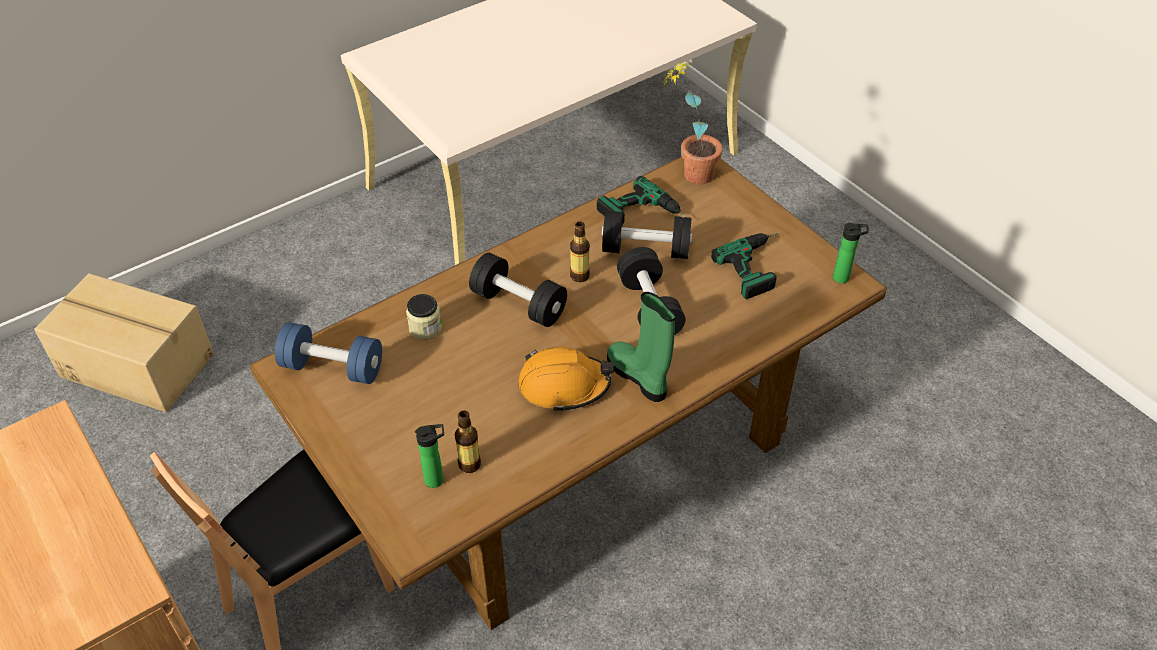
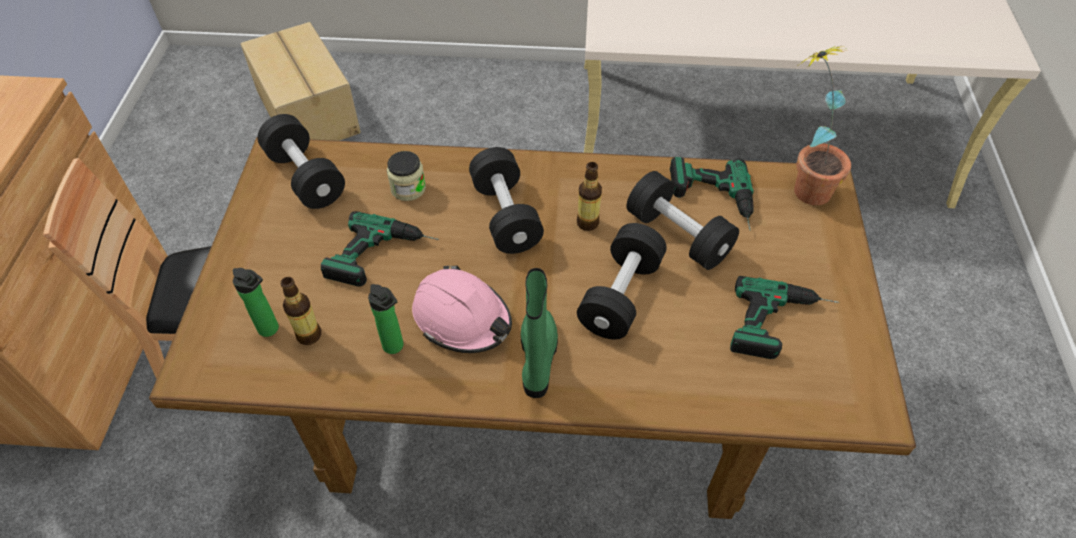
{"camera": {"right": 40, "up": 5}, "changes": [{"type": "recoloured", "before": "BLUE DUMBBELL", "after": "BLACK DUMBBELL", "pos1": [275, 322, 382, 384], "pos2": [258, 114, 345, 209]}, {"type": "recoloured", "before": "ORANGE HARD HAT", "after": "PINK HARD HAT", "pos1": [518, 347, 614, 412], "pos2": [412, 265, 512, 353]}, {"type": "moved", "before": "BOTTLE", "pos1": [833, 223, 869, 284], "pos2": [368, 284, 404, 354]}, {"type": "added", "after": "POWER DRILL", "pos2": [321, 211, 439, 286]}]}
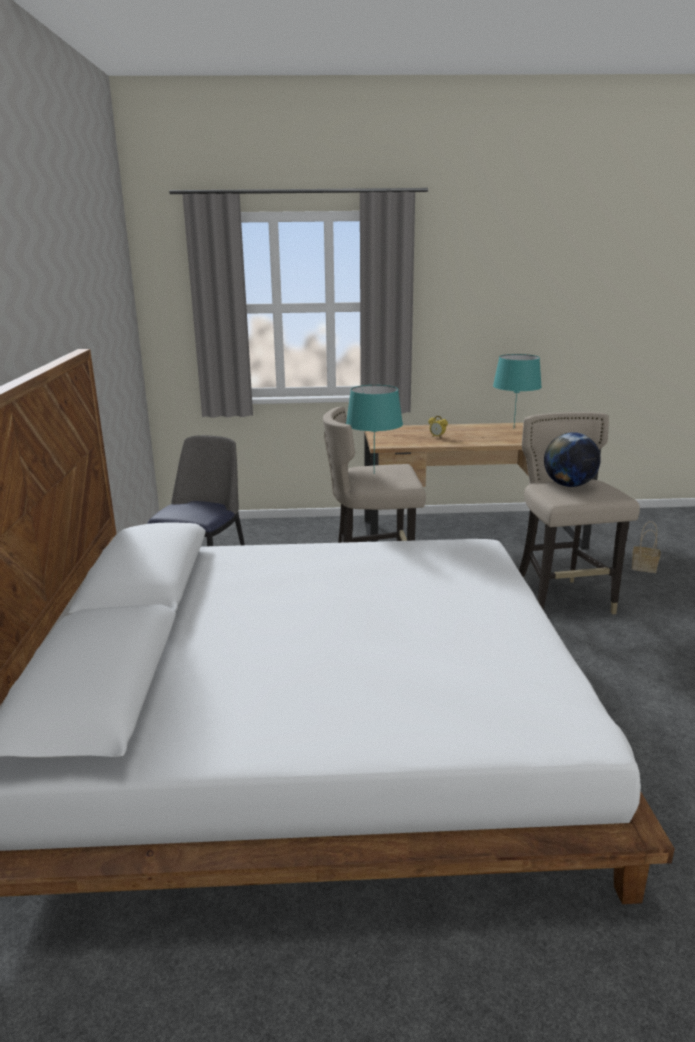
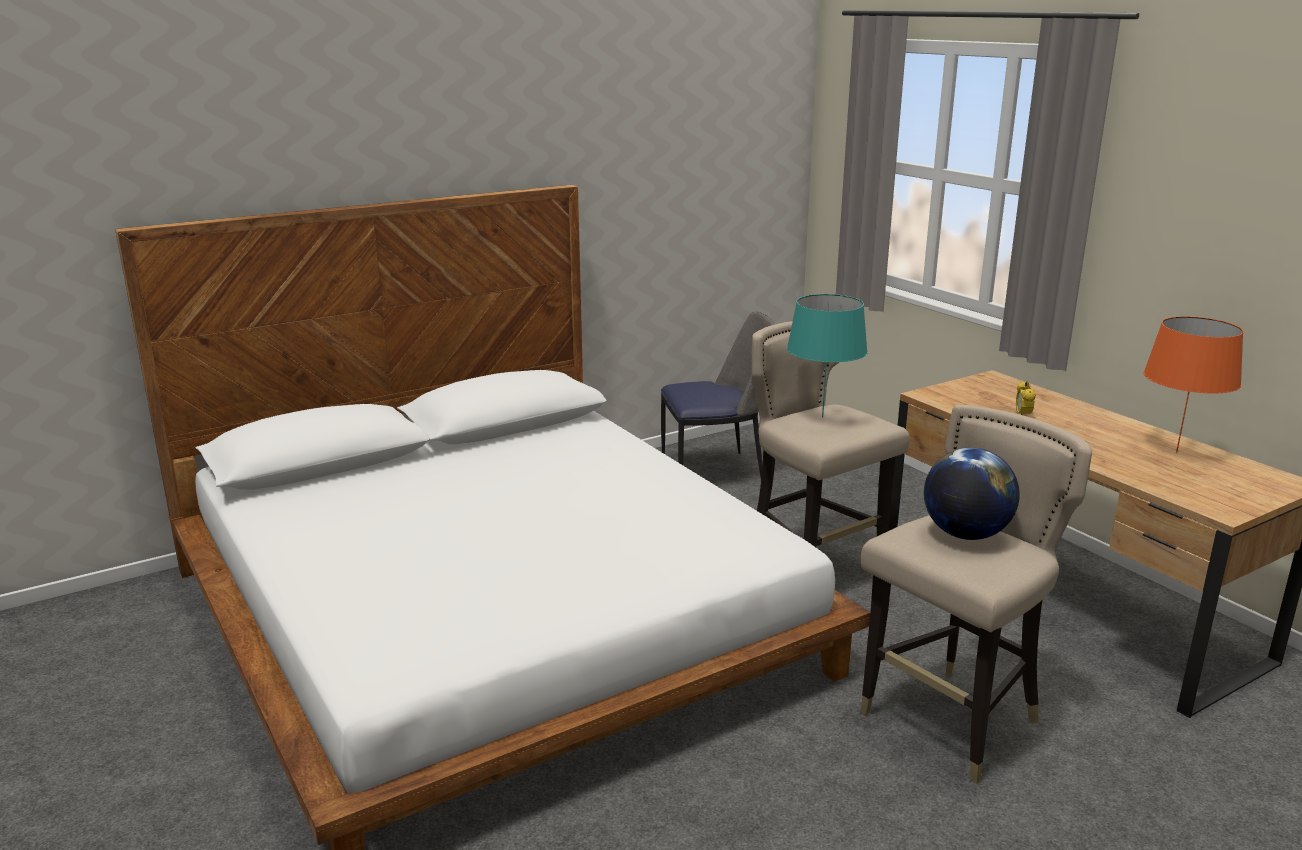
{"camera": {"right": 60, "up": 0}, "changes": [{"type": "recoloured", "before": "TURQUOISE TABLE LAMP", "after": "ORANGE TABLE LAMP", "pos1": [493, 354, 542, 425], "pos2": [1143, 316, 1244, 452]}, {"type": "removed", "before": "BASKET", "pos1": [632, 521, 661, 573]}]}
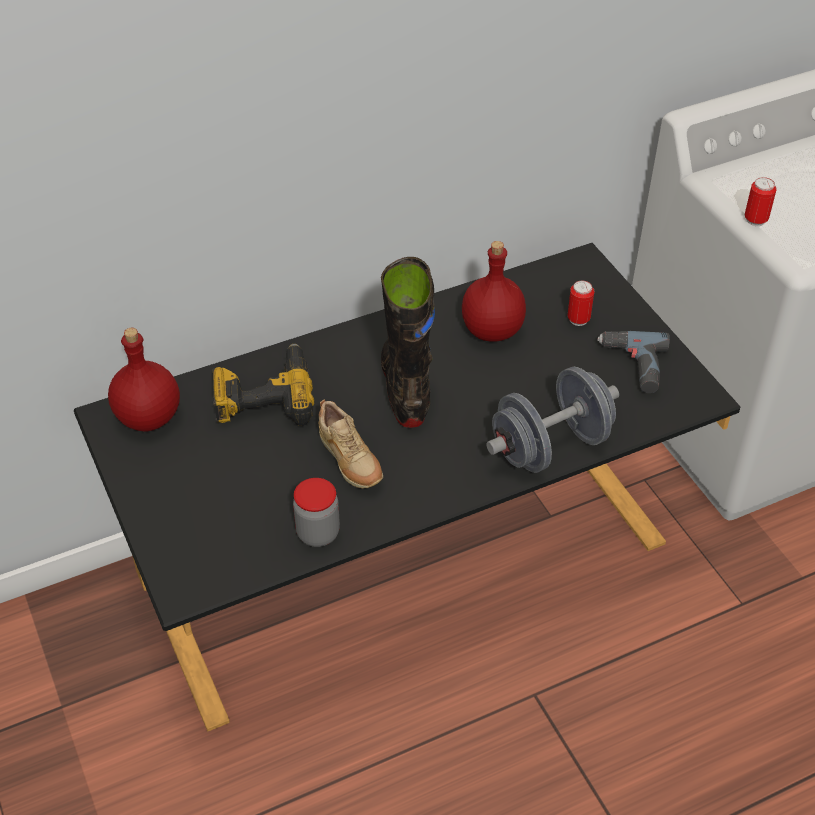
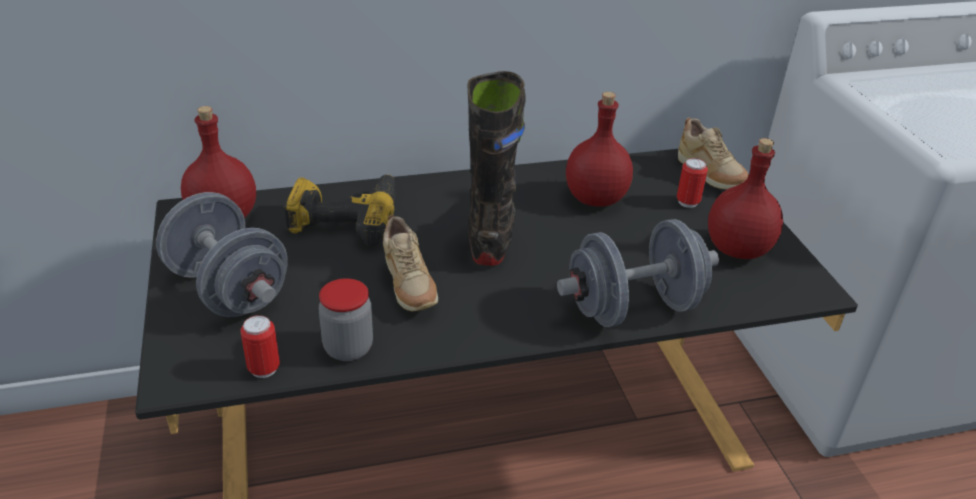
{"camera": {"right": 10, "up": -10}, "changes": [{"type": "replaced", "before": "POWER DRILL", "after": "RED BOTTLE", "pos1": [597, 331, 670, 393], "pos2": [708, 138, 783, 259]}, {"type": "moved", "before": "CAN", "pos1": [745, 177, 777, 226], "pos2": [240, 315, 280, 378]}, {"type": "added", "after": "GREY DUMBBELL", "pos2": [156, 192, 288, 317]}, {"type": "added", "after": "BEIGE SHOE", "pos2": [678, 117, 749, 189]}]}
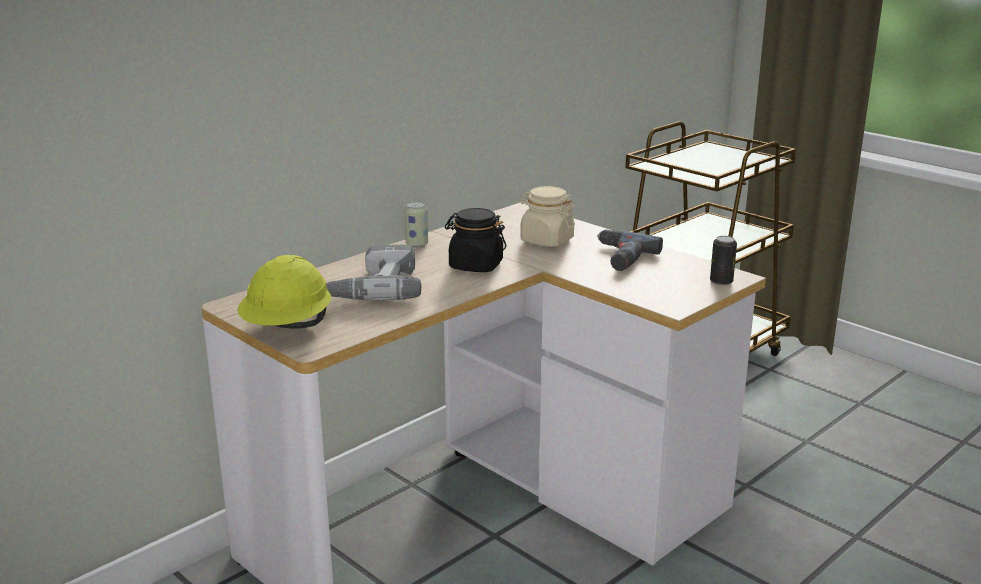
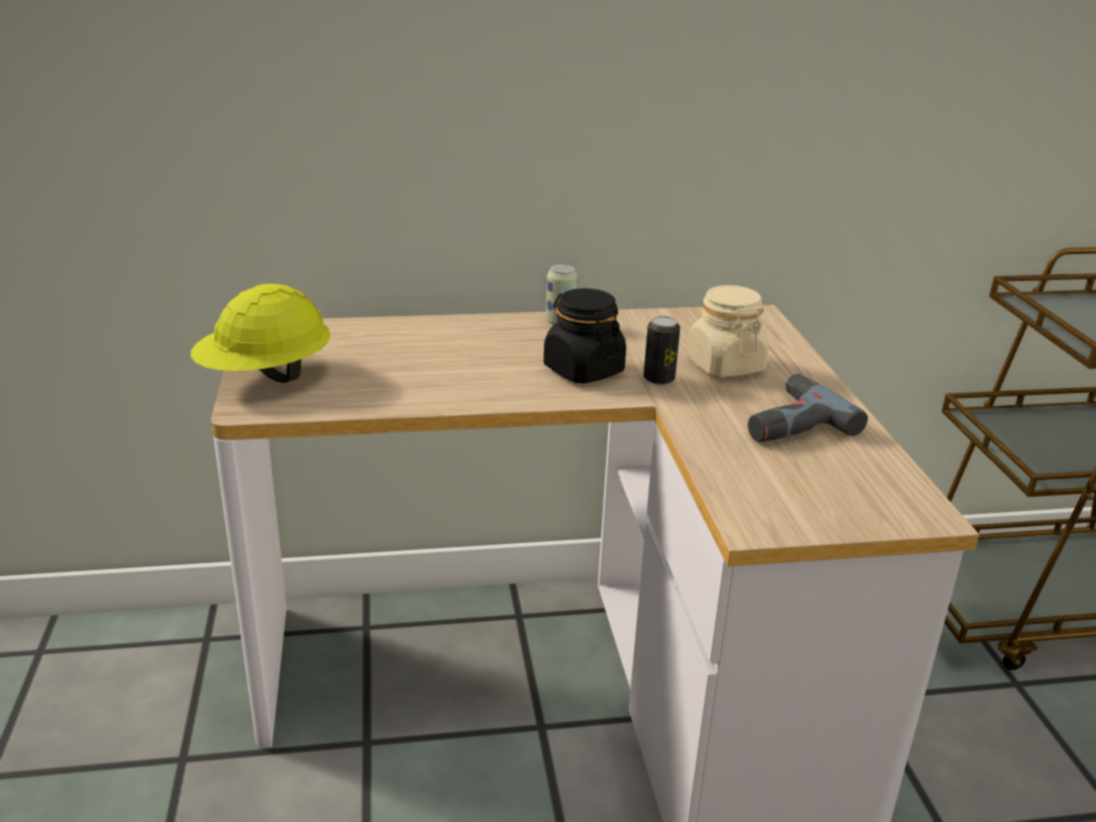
{"camera": {"right": 35, "up": 5}, "changes": [{"type": "removed", "before": "POWER DRILL", "pos1": [326, 245, 421, 300]}, {"type": "moved", "before": "CAN", "pos1": [710, 236, 737, 285], "pos2": [644, 316, 680, 385]}]}
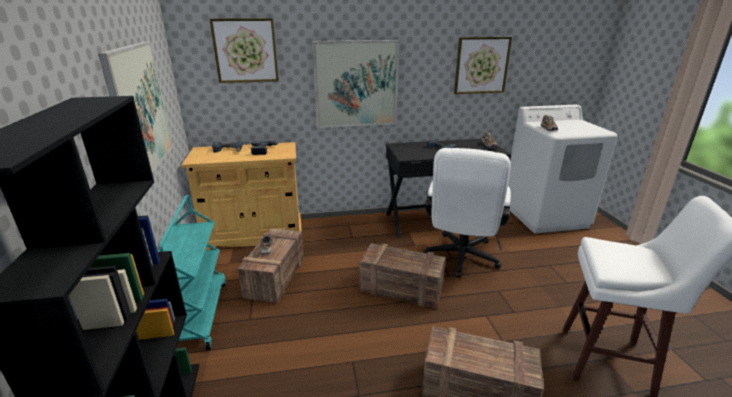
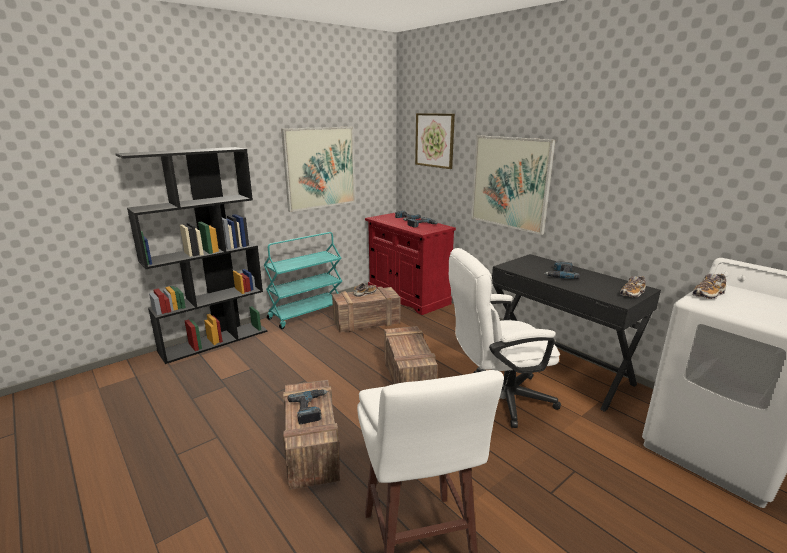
{"camera": {"right": 60, "up": -5}, "changes": [{"type": "recoloured", "before": "BEIGE CABINET", "after": "RED CABINET", "pos1": [182, 142, 302, 250], "pos2": [365, 213, 456, 315]}, {"type": "removed", "before": "PICTURE", "pos1": [454, 37, 512, 94]}, {"type": "added", "after": "POWER DRILL", "pos2": [287, 389, 328, 424]}]}
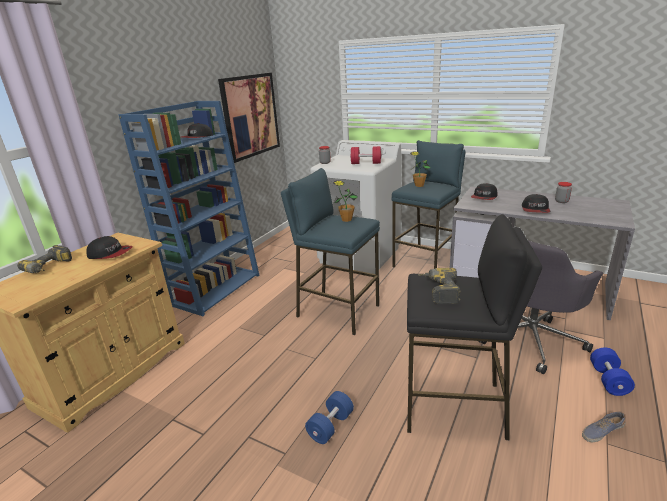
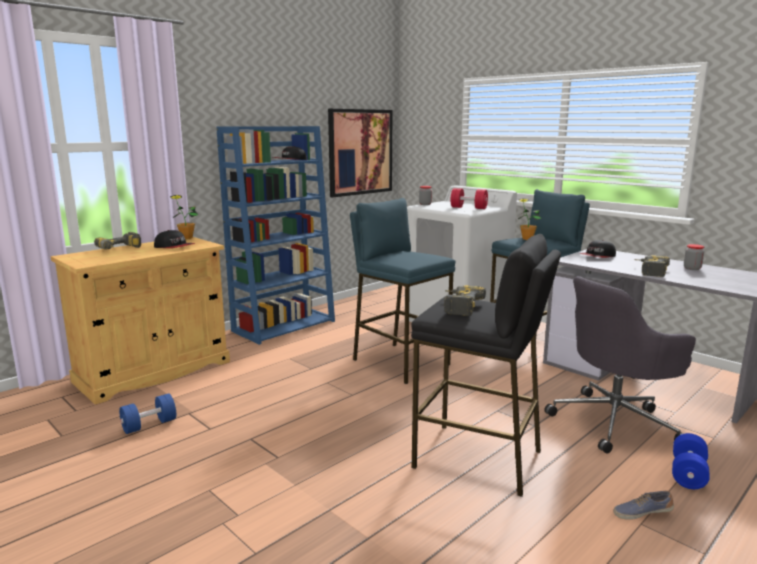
{"camera": {"right": 15, "up": -10}, "changes": [{"type": "moved", "before": "BLUE DUMBBELL", "pos1": [305, 391, 354, 444], "pos2": [119, 393, 176, 434]}, {"type": "moved", "before": "POTTED PLANT", "pos1": [333, 180, 358, 222], "pos2": [170, 195, 198, 239]}, {"type": "replaced", "before": "CAP", "after": "POWER DRILL", "pos1": [522, 194, 550, 213], "pos2": [635, 255, 670, 277]}]}
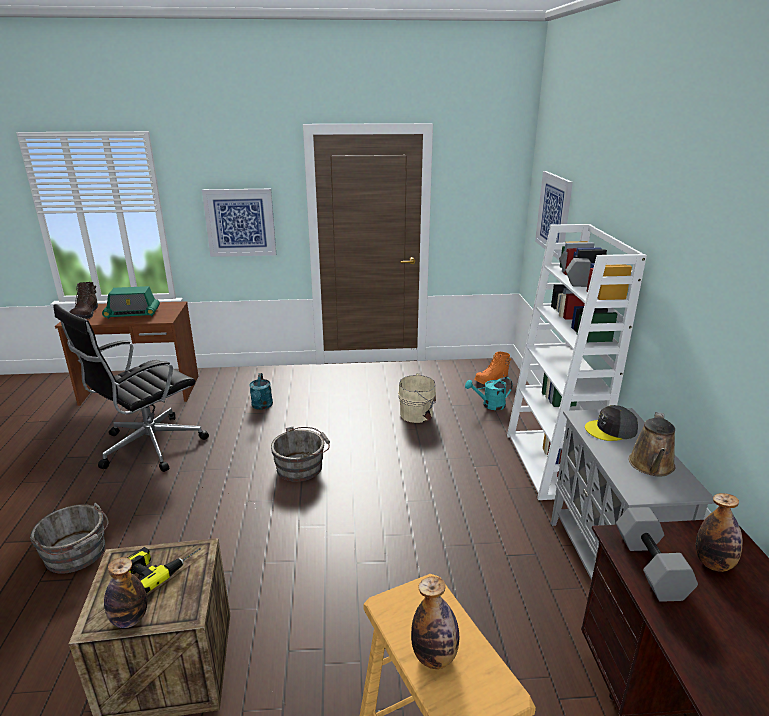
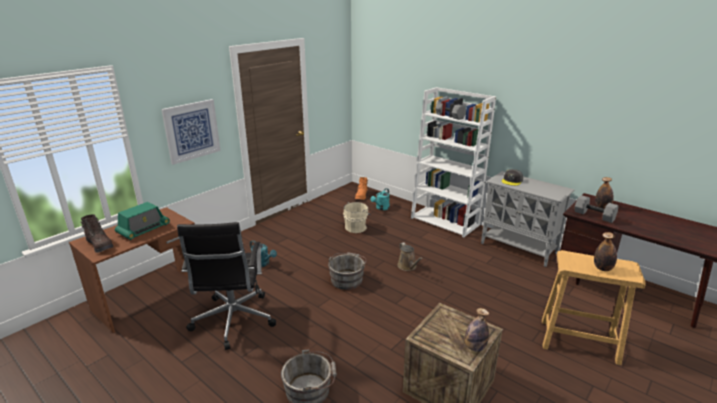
{"camera": {"right": -45, "up": 0}, "changes": [{"type": "removed", "before": "POWER DRILL", "pos1": [127, 547, 201, 593]}, {"type": "removed", "before": "PICTURE", "pos1": [535, 171, 573, 260]}, {"type": "moved", "before": "BROWN WATERING CAN", "pos1": [629, 412, 675, 477], "pos2": [398, 242, 423, 271]}]}
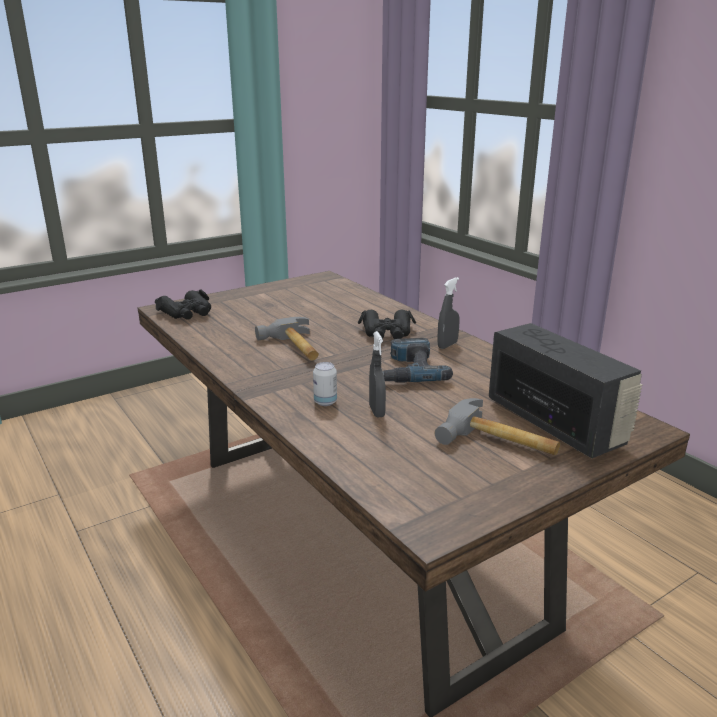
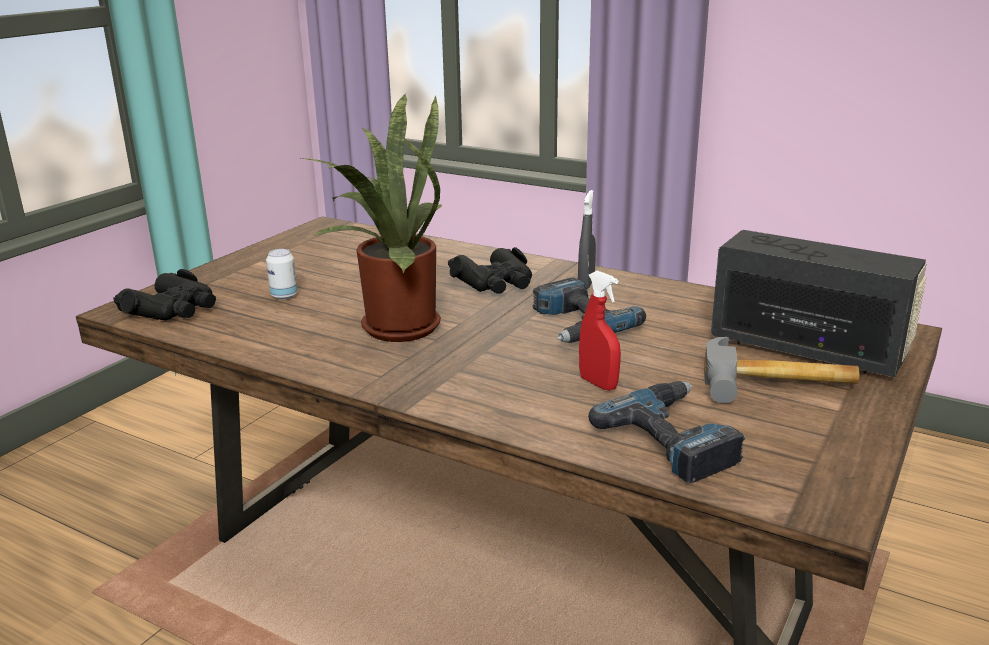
{"camera": {"right": -25, "up": 0}, "changes": [{"type": "replaced", "before": "HAMMER", "after": "POTTED PLANT", "pos1": [255, 317, 319, 360], "pos2": [301, 93, 442, 342]}, {"type": "moved", "before": "CAN", "pos1": [313, 362, 337, 406], "pos2": [266, 249, 298, 300]}, {"type": "recoloured", "before": "GREY SPRAY BOTTLE", "after": "RED SPRAY BOTTLE", "pos1": [369, 331, 386, 418], "pos2": [579, 271, 621, 391]}, {"type": "added", "after": "POWER DRILL", "pos2": [588, 381, 745, 483]}]}
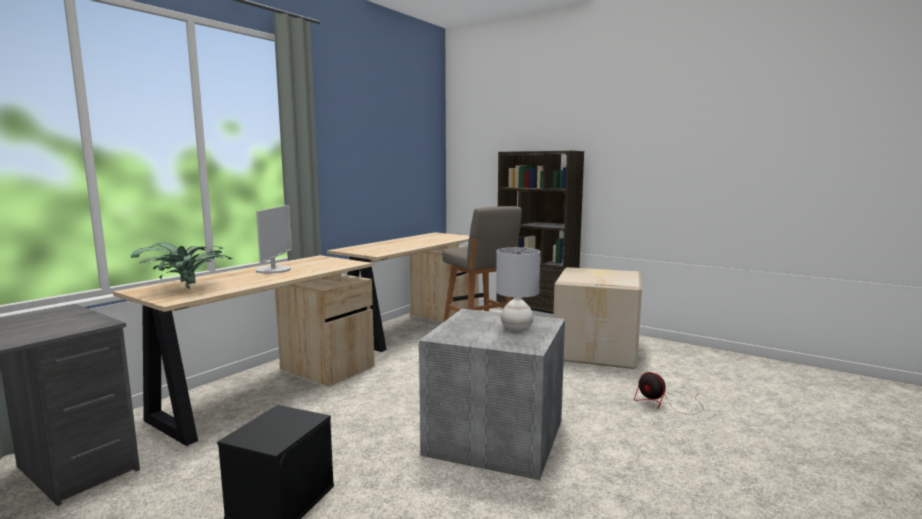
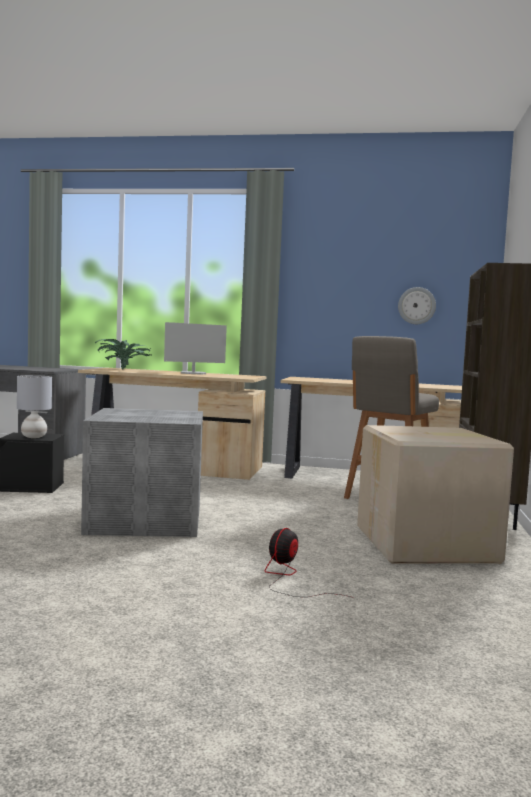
{"camera": {"right": 65, "up": -5}, "changes": [{"type": "moved", "before": "GREY TABLE LAMP", "pos1": [496, 247, 540, 331], "pos2": [17, 375, 52, 438]}, {"type": "added", "after": "WALL CLOCK", "pos2": [398, 287, 436, 324]}]}
